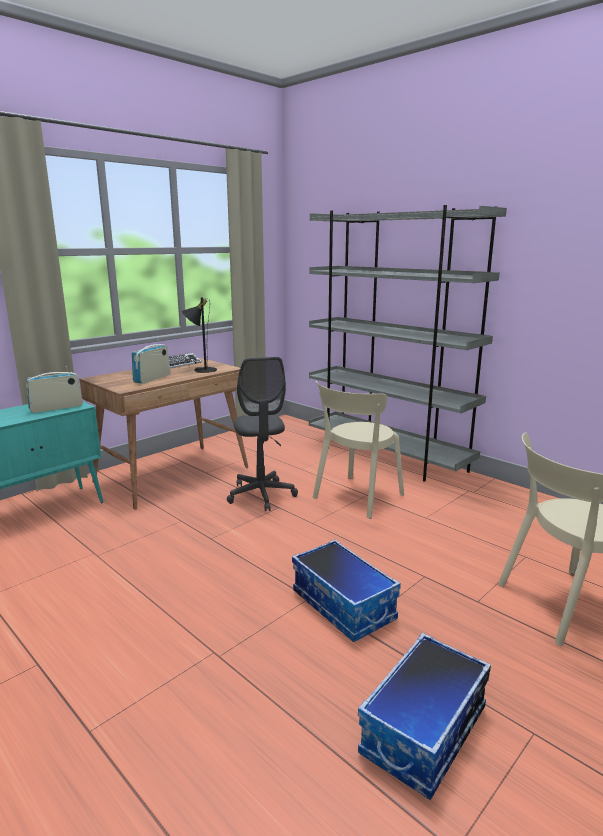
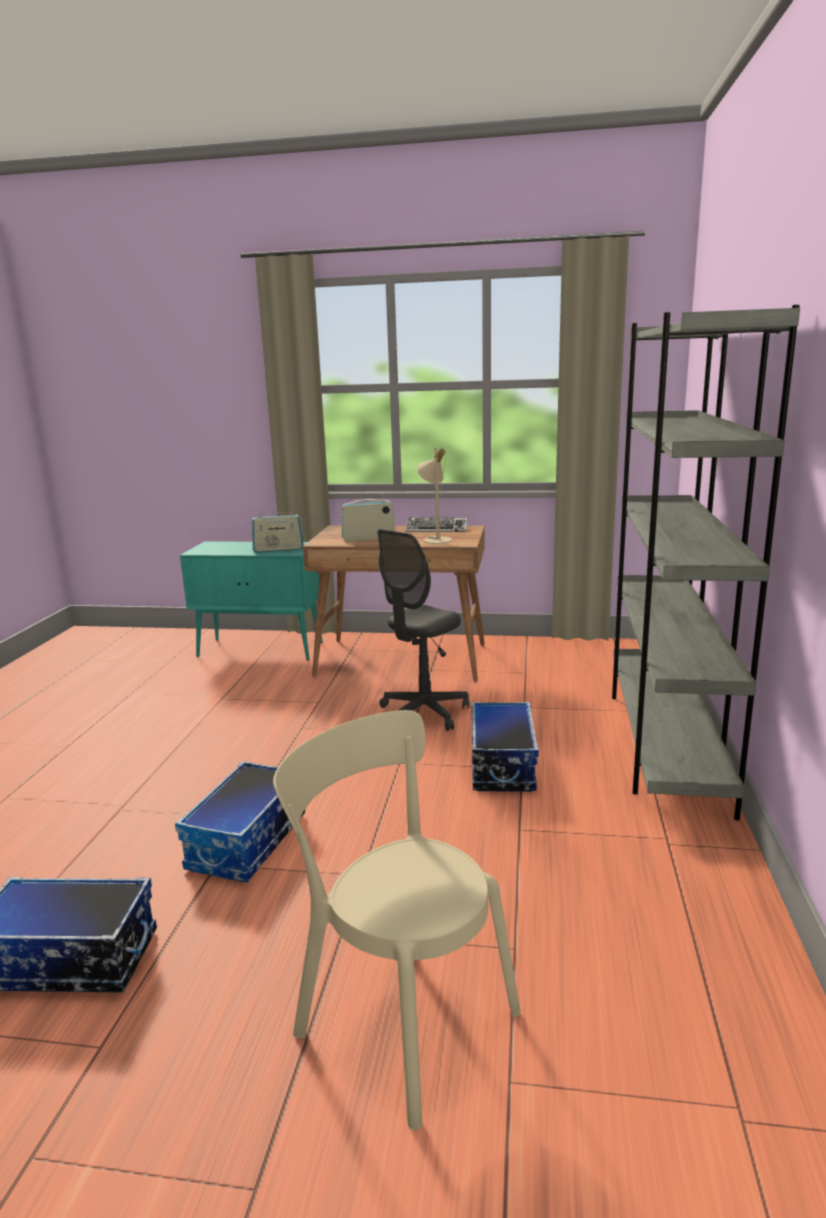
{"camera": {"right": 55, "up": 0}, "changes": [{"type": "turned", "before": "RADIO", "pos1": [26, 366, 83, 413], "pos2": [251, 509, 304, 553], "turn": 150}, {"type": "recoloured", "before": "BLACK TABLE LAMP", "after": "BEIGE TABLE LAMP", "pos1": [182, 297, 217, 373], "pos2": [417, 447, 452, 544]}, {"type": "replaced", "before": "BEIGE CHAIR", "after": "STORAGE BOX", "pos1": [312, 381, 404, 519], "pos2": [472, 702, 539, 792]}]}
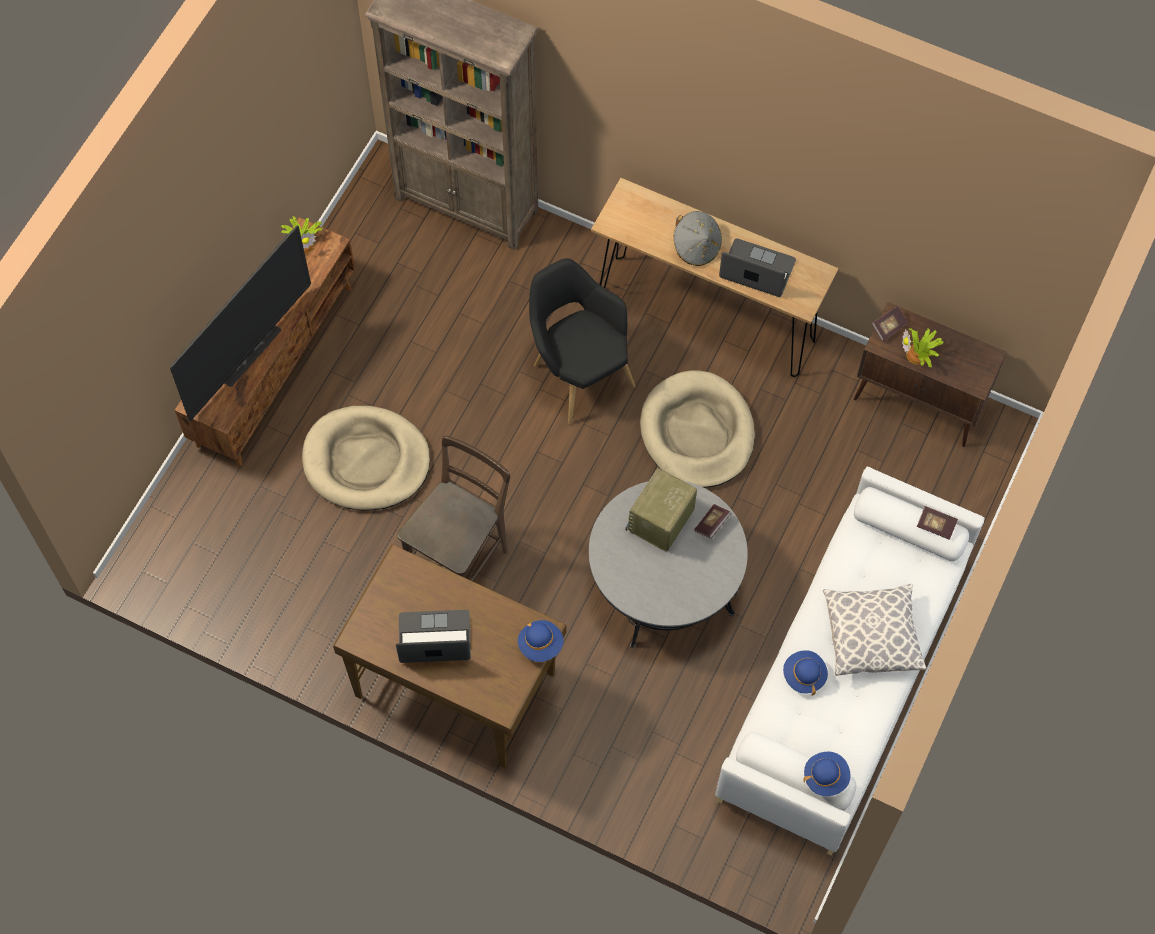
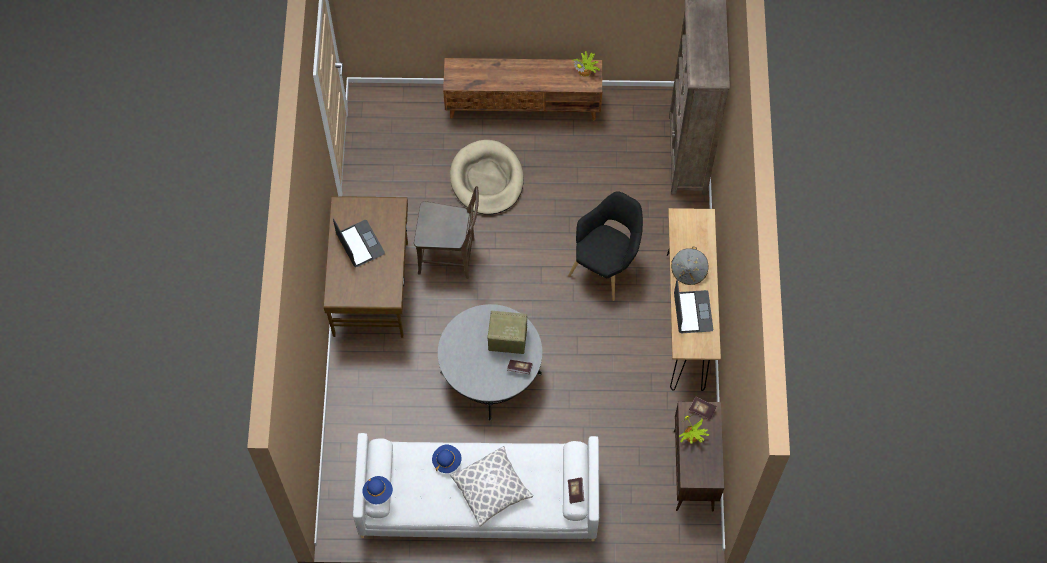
{"camera": {"right": 65, "up": 0}, "changes": [{"type": "removed", "before": "TELEVISION", "pos1": [170, 225, 311, 421]}, {"type": "removed", "before": "BLUE HAT", "pos1": [518, 620, 563, 662]}, {"type": "removed", "before": "BEIGE DOG BED", "pos1": [640, 371, 755, 488]}]}
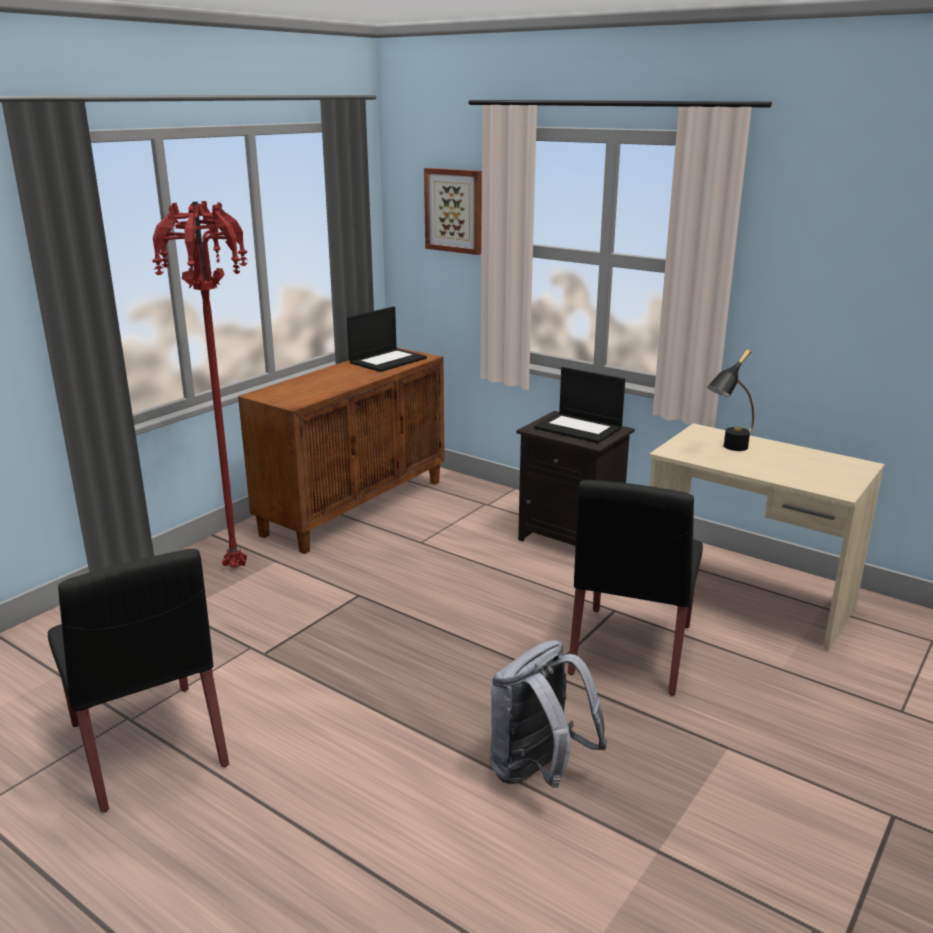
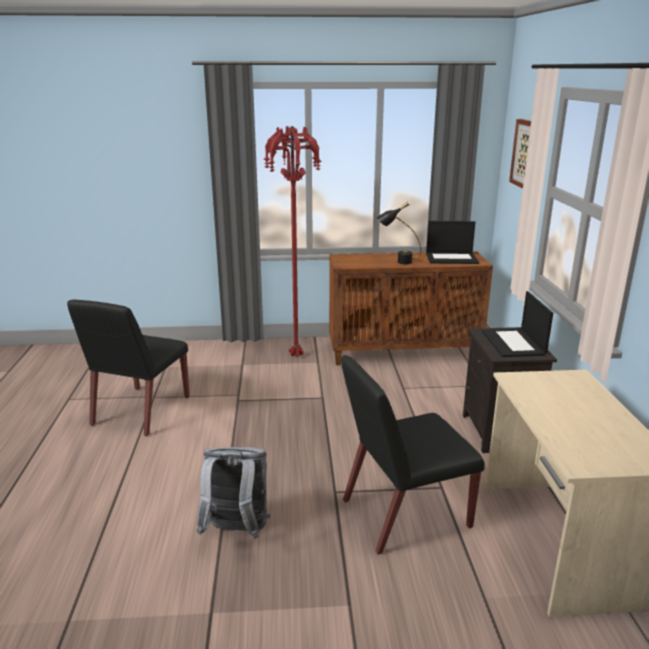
{"camera": {"right": 50, "up": 0}, "changes": [{"type": "moved", "before": "BLACK TABLE LAMP", "pos1": [707, 349, 754, 451], "pos2": [376, 202, 421, 264]}]}
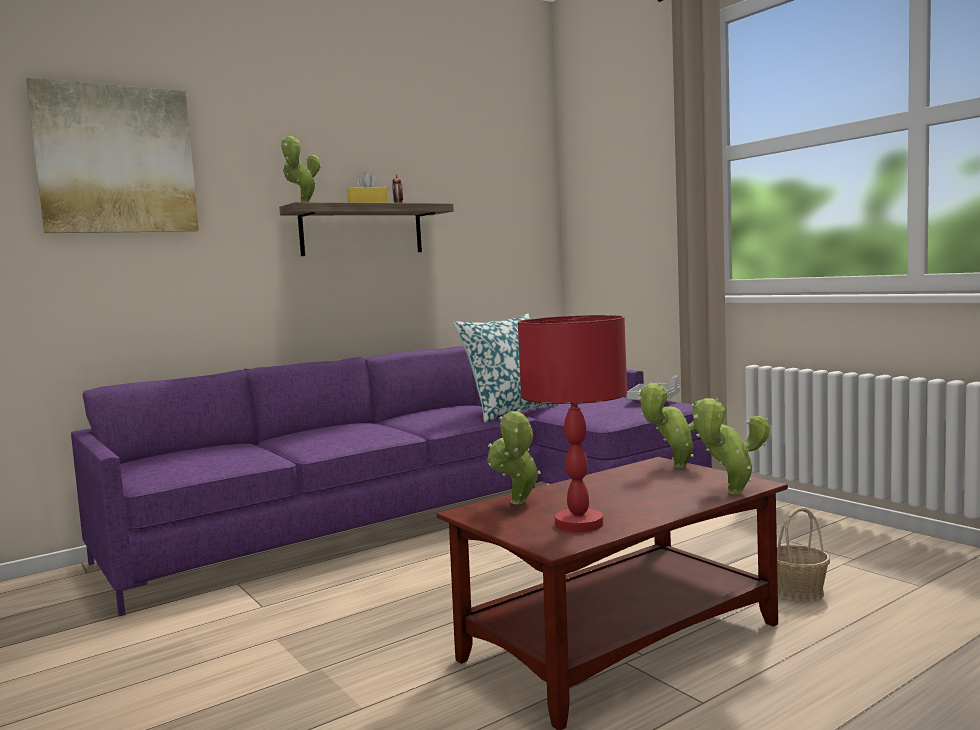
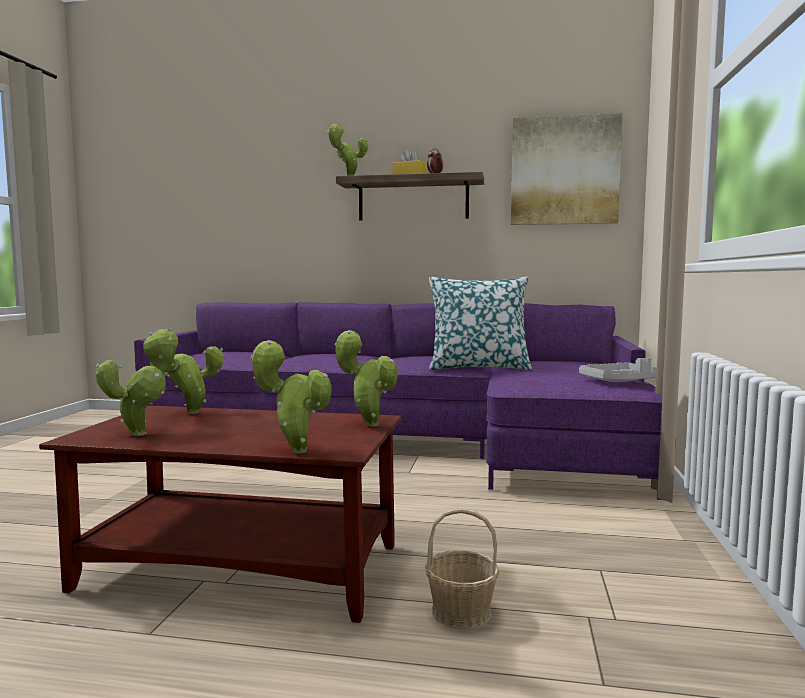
{"camera": {"right": 45, "up": 0}, "changes": [{"type": "moved", "before": "PICTURE", "pos1": [26, 78, 199, 233], "pos2": [511, 113, 623, 225]}, {"type": "replaced", "before": "RED TABLE LAMP", "after": "POTTED PLANT", "pos1": [518, 315, 627, 532], "pos2": [96, 332, 176, 436]}]}
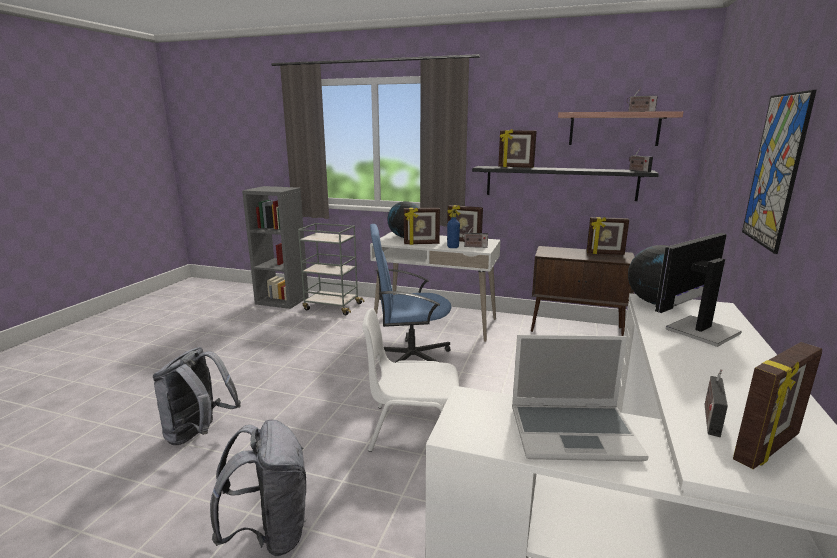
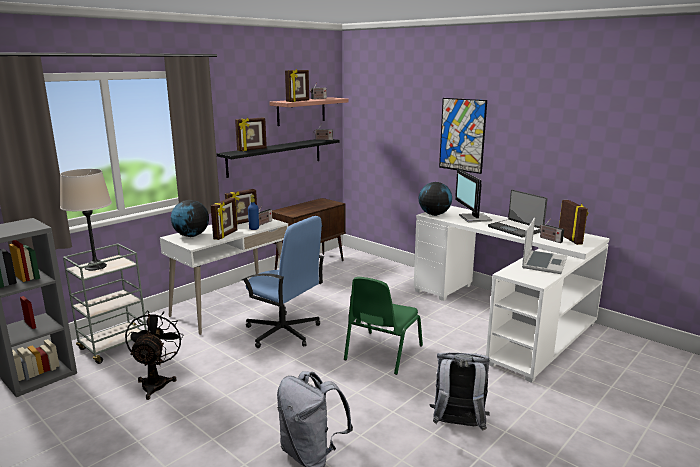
{"camera": {"right": -65, "up": 0}, "changes": [{"type": "recoloured", "before": "WHITE CHAIR", "after": "GREEN CHAIR", "pos1": [362, 308, 459, 452], "pos2": [344, 277, 423, 375]}, {"type": "turned", "before": "BLUE OFFICE CHAIR", "pos1": [370, 224, 452, 363], "pos2": [242, 216, 324, 348], "turn": -75}, {"type": "moved", "before": "PICTURE FRAME", "pos1": [586, 217, 629, 255], "pos2": [285, 69, 309, 102]}, {"type": "added", "after": "BEIGE TABLE LAMP", "pos2": [60, 169, 112, 270]}, {"type": "added", "after": "BLACK FAN", "pos2": [125, 311, 184, 400]}, {"type": "added", "after": "LAPTOP", "pos2": [488, 190, 548, 238]}]}
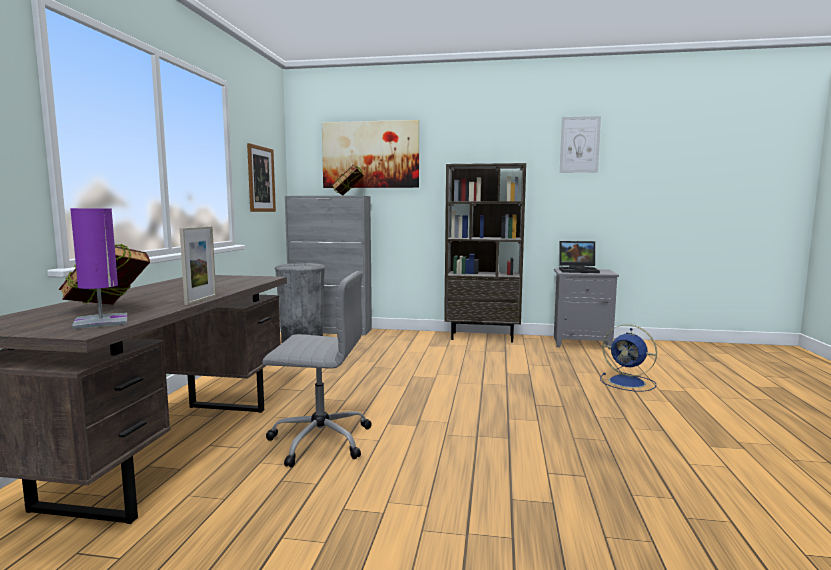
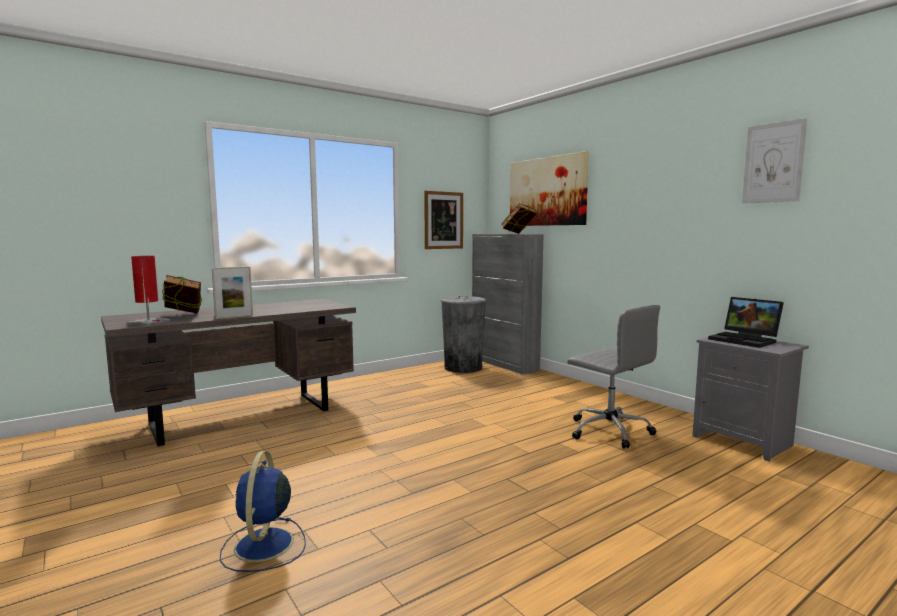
{"camera": {"right": 45, "up": 0}, "changes": [{"type": "recoloured", "before": "PURPLE TABLE LAMP", "after": "RED TABLE LAMP", "pos1": [70, 208, 127, 329], "pos2": [127, 256, 170, 326]}, {"type": "moved", "before": "GREY OFFICE CHAIR", "pos1": [262, 271, 372, 468], "pos2": [567, 305, 660, 449]}, {"type": "removed", "before": "BROWN BOOKCASE", "pos1": [444, 163, 526, 343]}, {"type": "moved", "before": "BLUE FAN", "pos1": [600, 324, 657, 392], "pos2": [220, 451, 306, 572]}]}
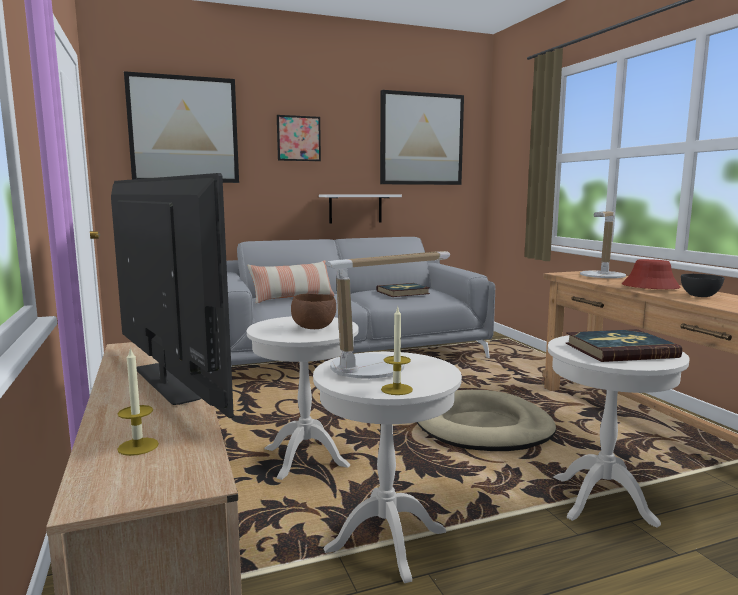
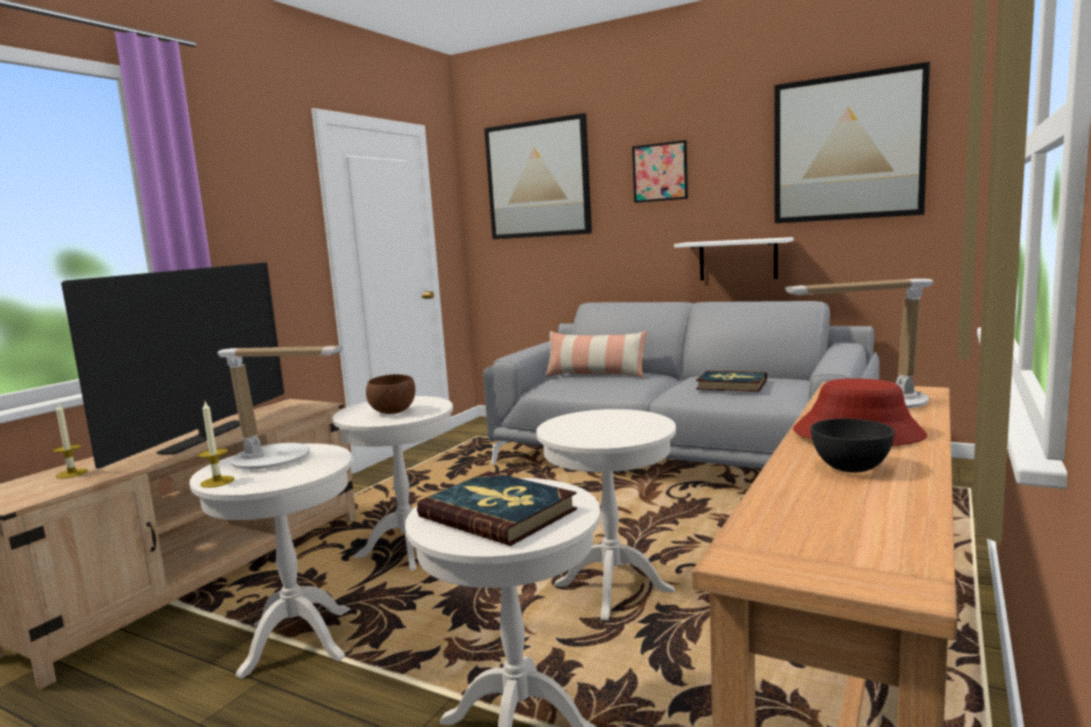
{"camera": {"right": 50, "up": 0}, "changes": [{"type": "replaced", "before": "BEIGE DOG BED", "after": "WHITE SIDE TABLE", "pos1": [417, 390, 556, 451], "pos2": [537, 409, 676, 620]}]}
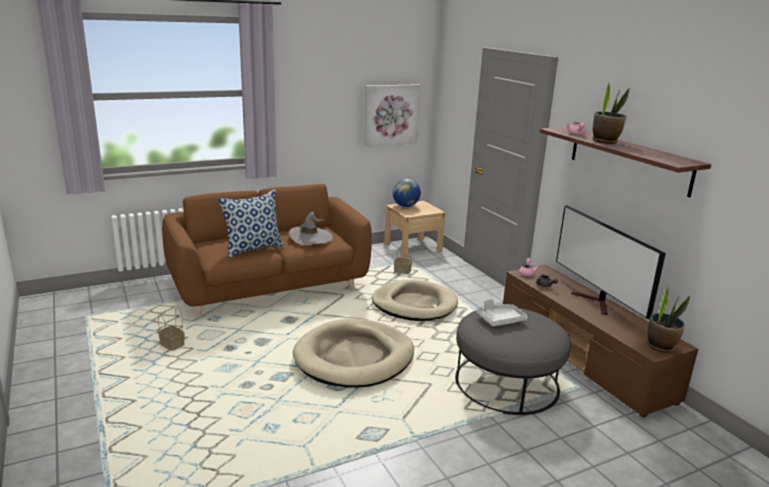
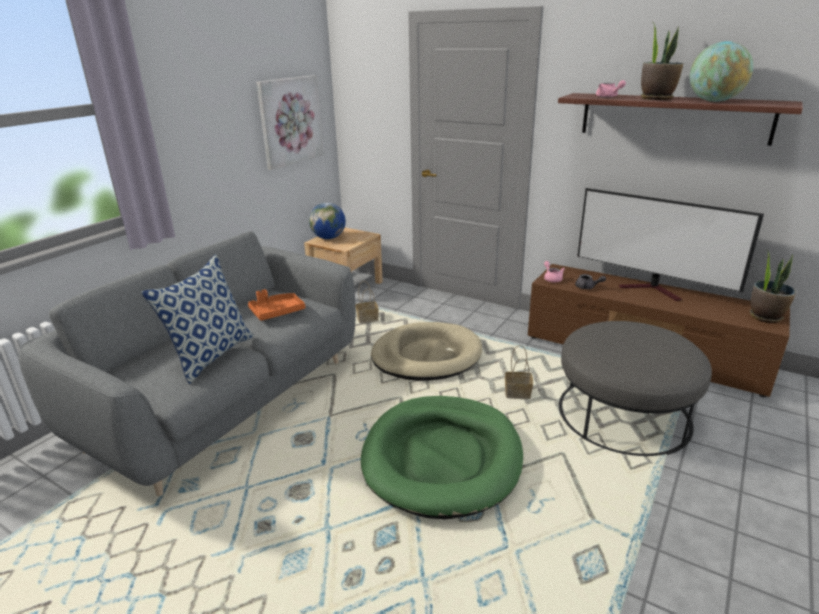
{"camera": {"right": -30, "up": 5}, "changes": [{"type": "moved", "before": "BASKET", "pos1": [158, 306, 185, 351], "pos2": [505, 345, 533, 399]}, {"type": "recoloured", "before": "BROWN SOFA", "after": "GREY SOFA", "pos1": [162, 184, 372, 318], "pos2": [18, 231, 356, 496]}, {"type": "replaced", "before": "GREY HAT", "after": "ORANGE TRAY", "pos1": [289, 212, 333, 245], "pos2": [248, 289, 305, 321]}, {"type": "recoloured", "before": "BEIGE DOG BED", "after": "GREEN DOG BED", "pos1": [293, 318, 414, 388], "pos2": [361, 396, 523, 519]}, {"type": "removed", "before": "GREY TRAY", "pos1": [477, 299, 528, 326]}, {"type": "added", "after": "GLOBE", "pos2": [690, 41, 753, 102]}]}
